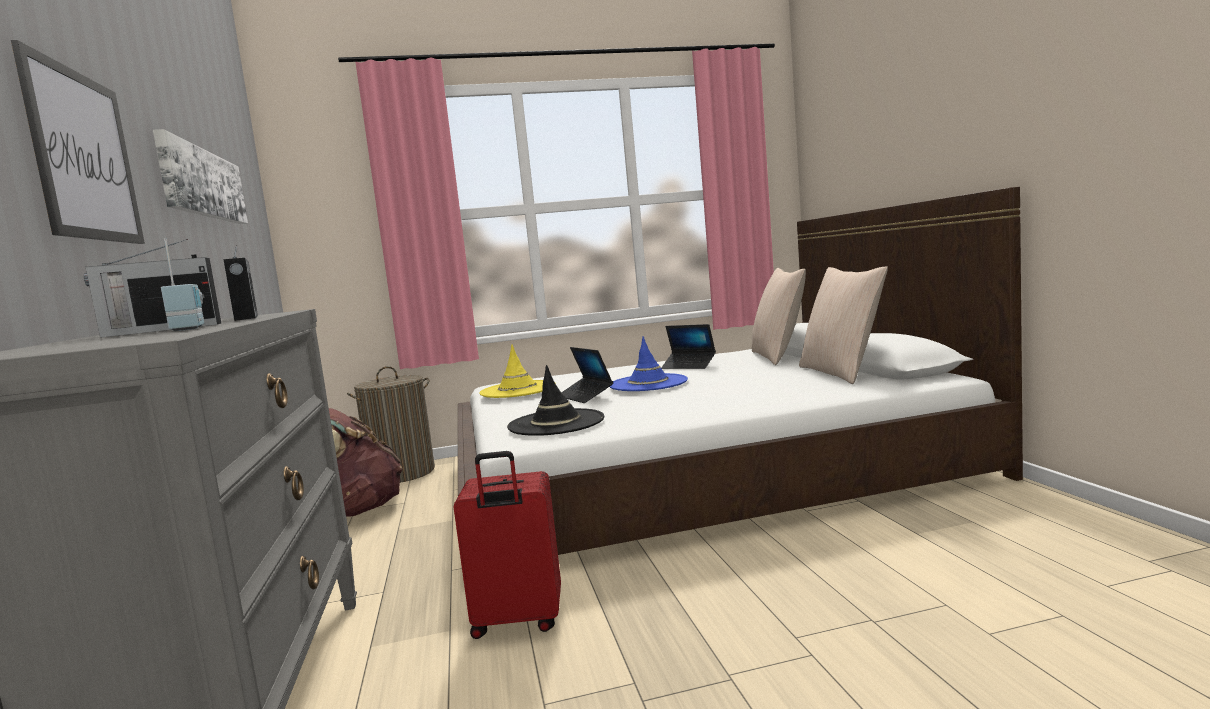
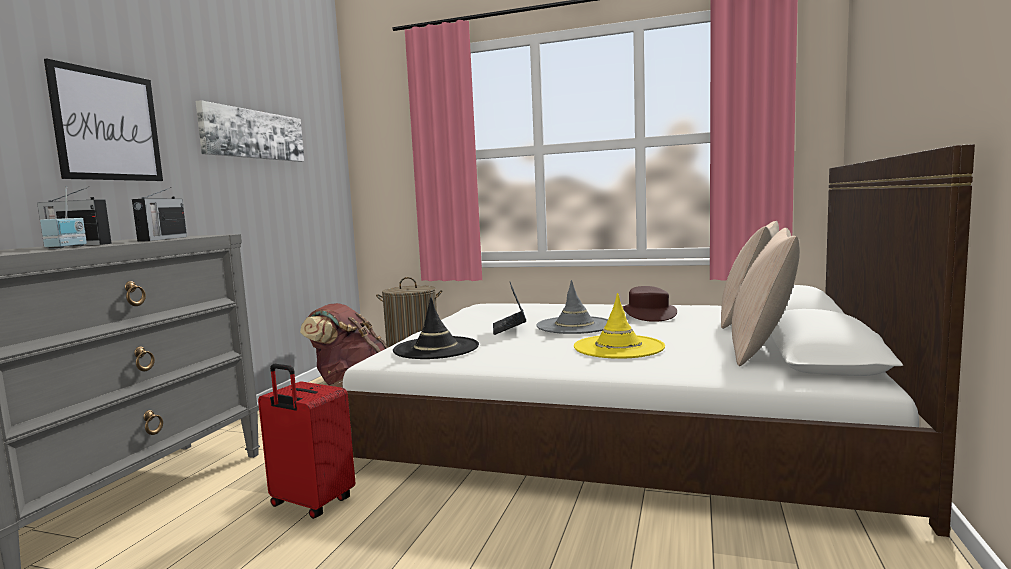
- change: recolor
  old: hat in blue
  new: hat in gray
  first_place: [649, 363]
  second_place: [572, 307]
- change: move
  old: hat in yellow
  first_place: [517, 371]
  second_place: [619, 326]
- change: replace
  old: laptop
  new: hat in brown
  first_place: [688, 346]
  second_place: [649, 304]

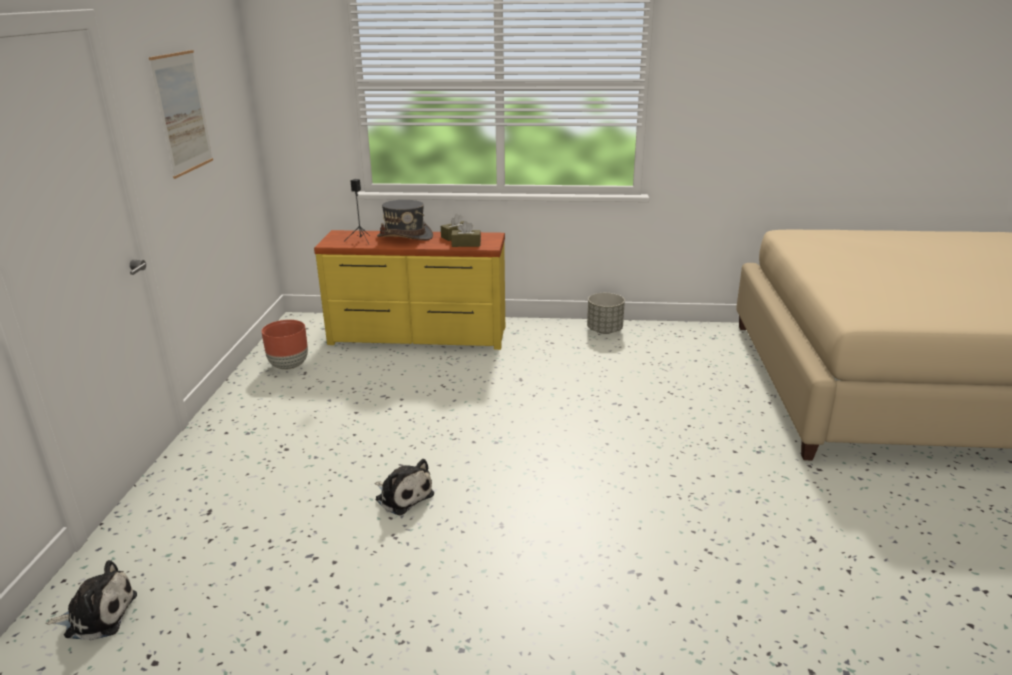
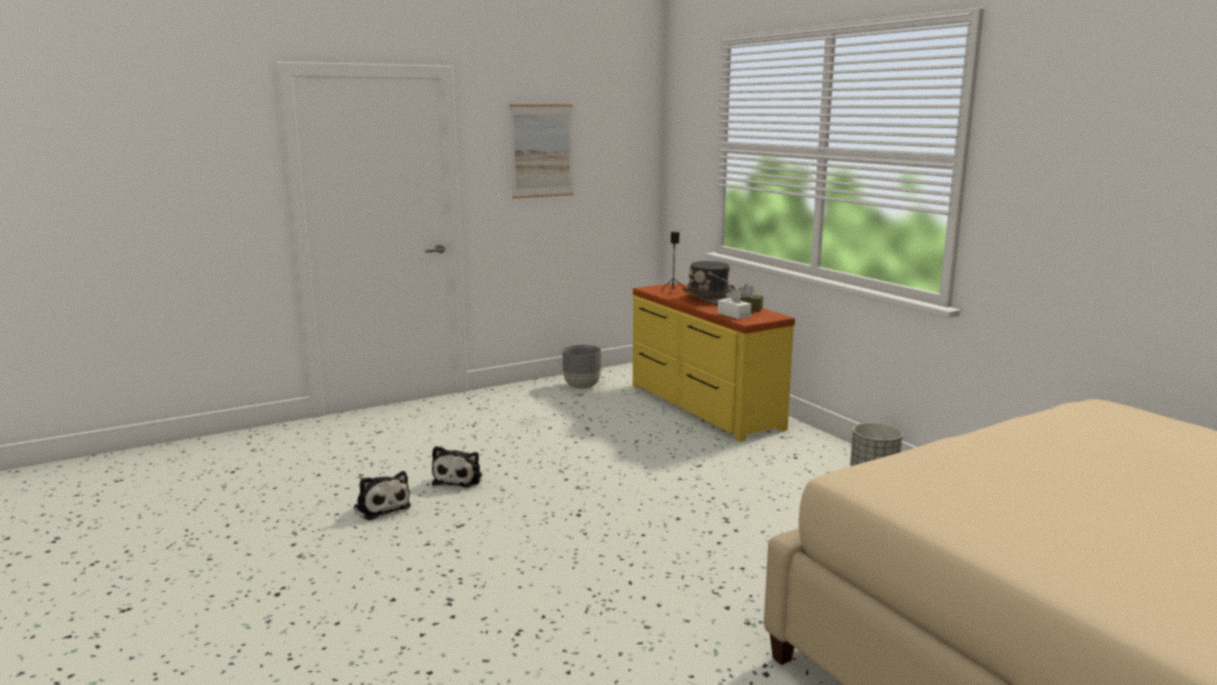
- change: move
  old: plush toy
  first_place: [91, 600]
  second_place: [382, 495]
- change: recolor
  old: plant pot in brown
  new: plant pot in gray
  first_place: [284, 345]
  second_place: [581, 367]
- change: recolor
  old: box of tissues in brown
  new: box of tissues in white
  first_place: [466, 234]
  second_place: [734, 304]

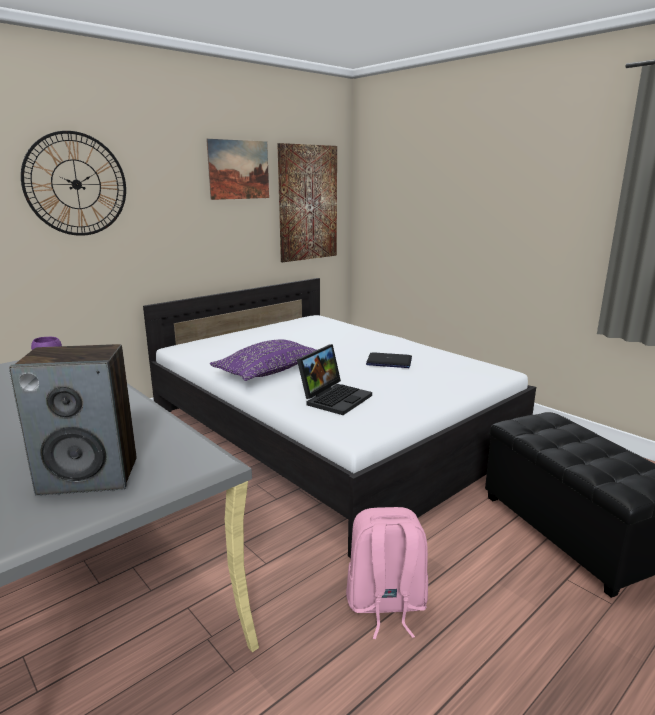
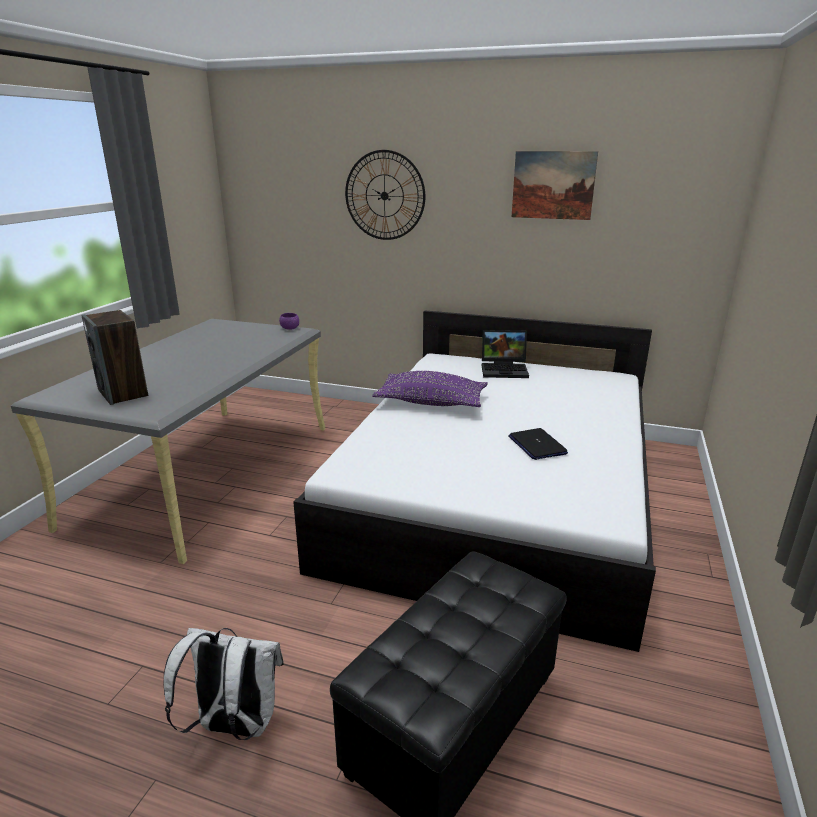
- change: insert
  new: backpack in white
  second_place: [223, 684]
- change: move
  old: laptop
  first_place: [334, 379]
  second_place: [505, 354]
- change: delete
  old: wall picture
  first_place: [307, 202]
- change: delete
  old: backpack in pink
  first_place: [387, 573]

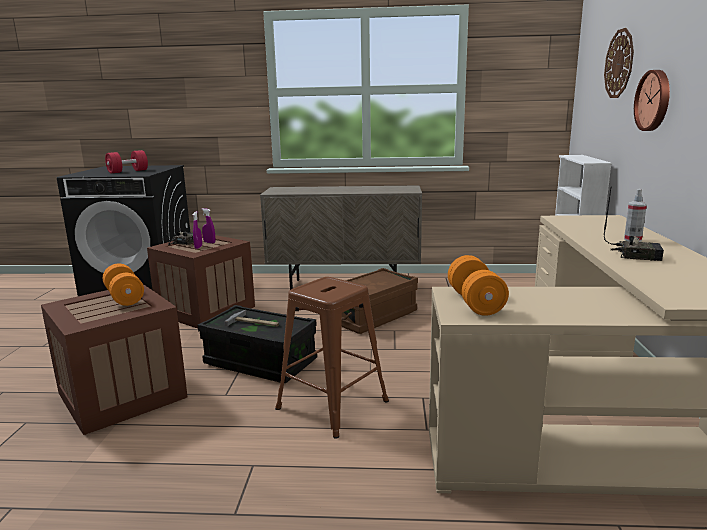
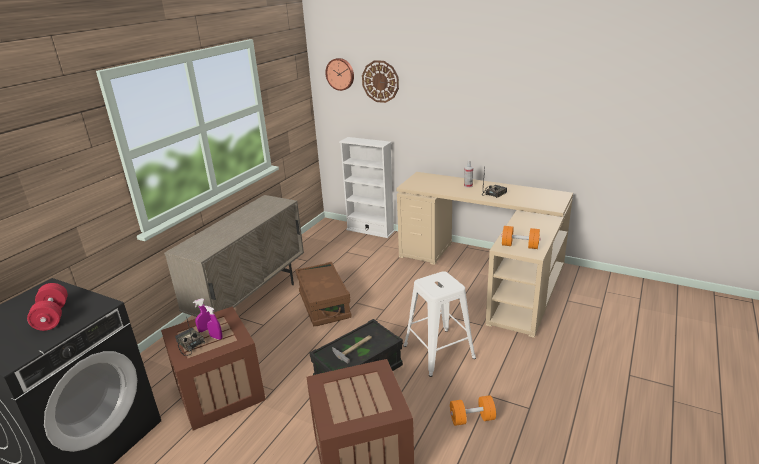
- change: move
  old: clock on the wall
  first_place: [652, 100]
  second_place: [339, 74]
- change: recolor
  old: stool in brown
  new: stool in white
  first_place: [332, 358]
  second_place: [439, 324]
- change: move
  old: dumbbell in orangey
  first_place: [123, 284]
  second_place: [473, 410]

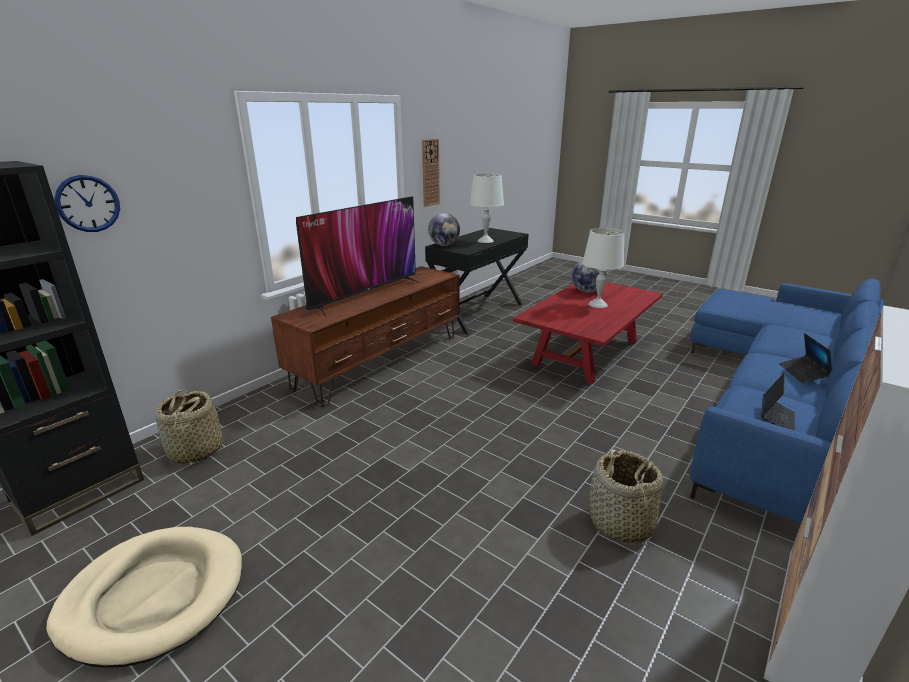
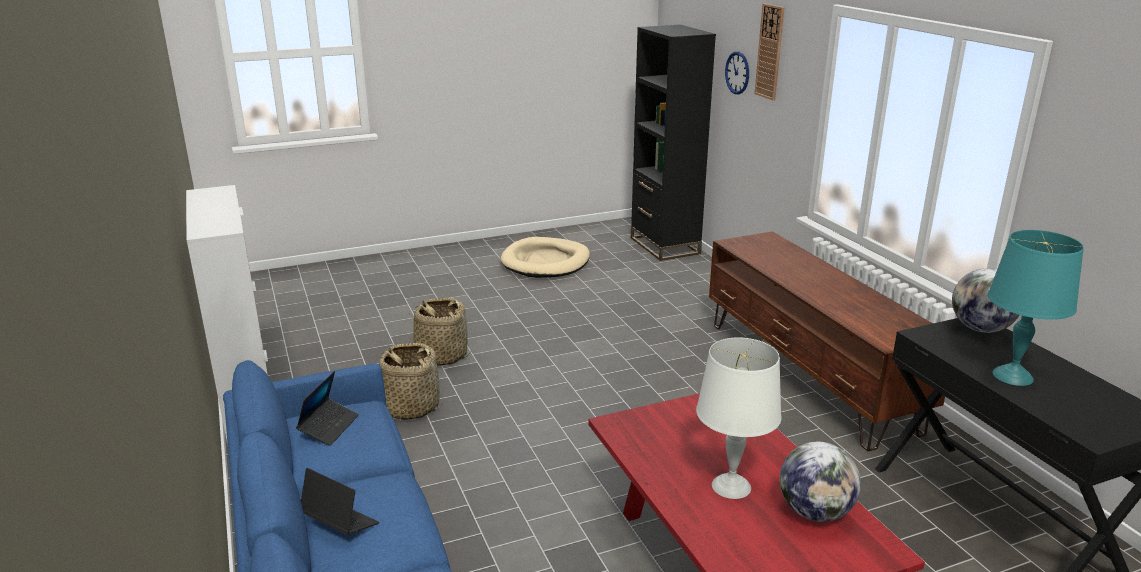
- change: rotate
  old: laptop
  first_place: [778, 402]
  second_place: [327, 408]
  degrees: -135
- change: move
  old: storage basket
  first_place: [189, 426]
  second_place: [438, 332]
- change: move
  old: clock on the wall
  first_place: [431, 173]
  second_place: [769, 52]
- change: recolor
  old: lamp for a table in white
  new: lamp for a table in blue-green
  first_place: [487, 208]
  second_place: [1036, 308]
- change: delete
  old: TV set
  first_place: [357, 257]

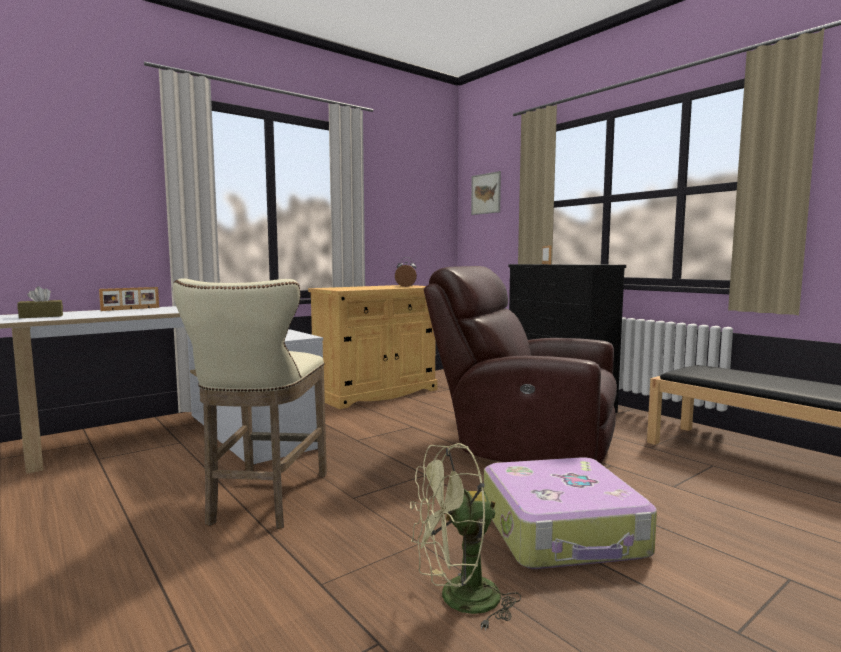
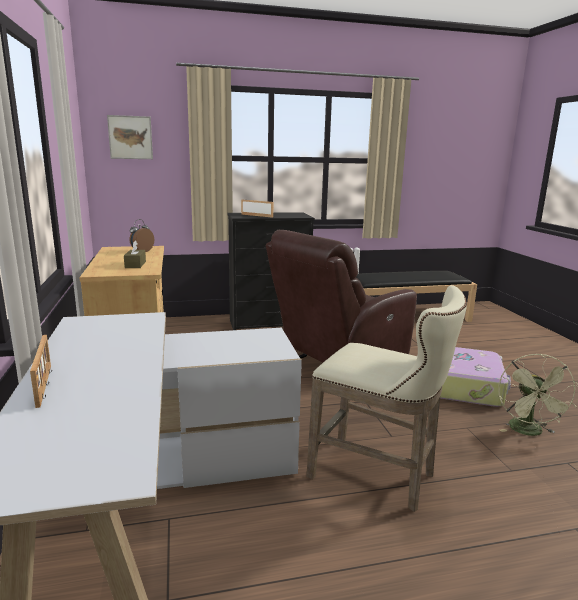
- change: move
  old: box of tissues in brown
  first_place: [40, 302]
  second_place: [135, 254]

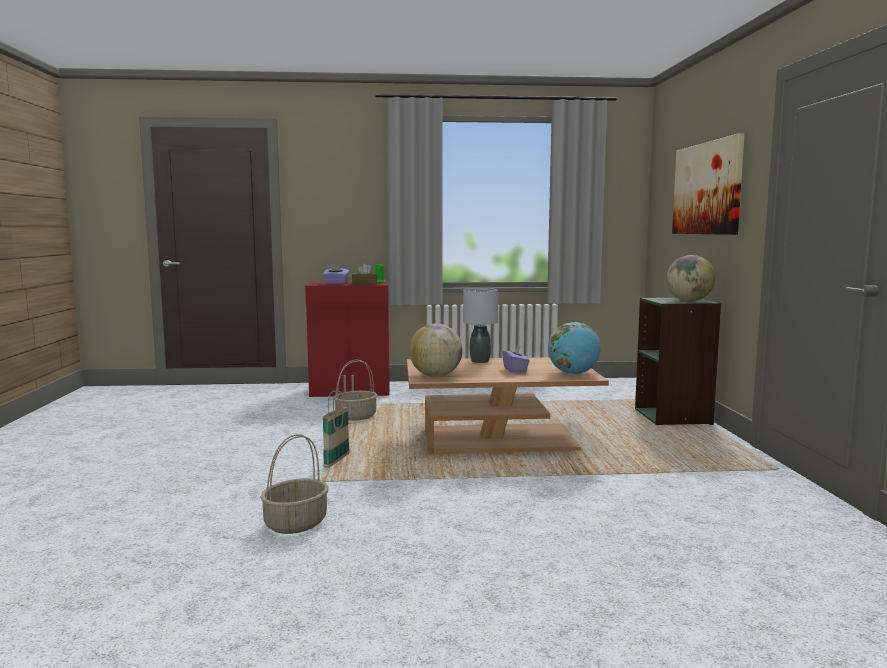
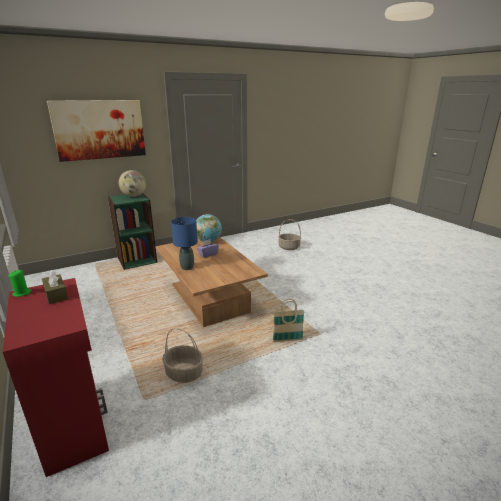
- change: recolor
  old: lamp for a table in gray
  new: lamp for a table in blue
  first_place: [480, 325]
  second_place: [184, 243]
- change: move
  old: storage basket
  first_place: [294, 484]
  second_place: [289, 234]
- change: delete
  old: box of tissues in purple
  first_place: [336, 274]
- change: delete
  old: world globe
  first_place: [436, 350]

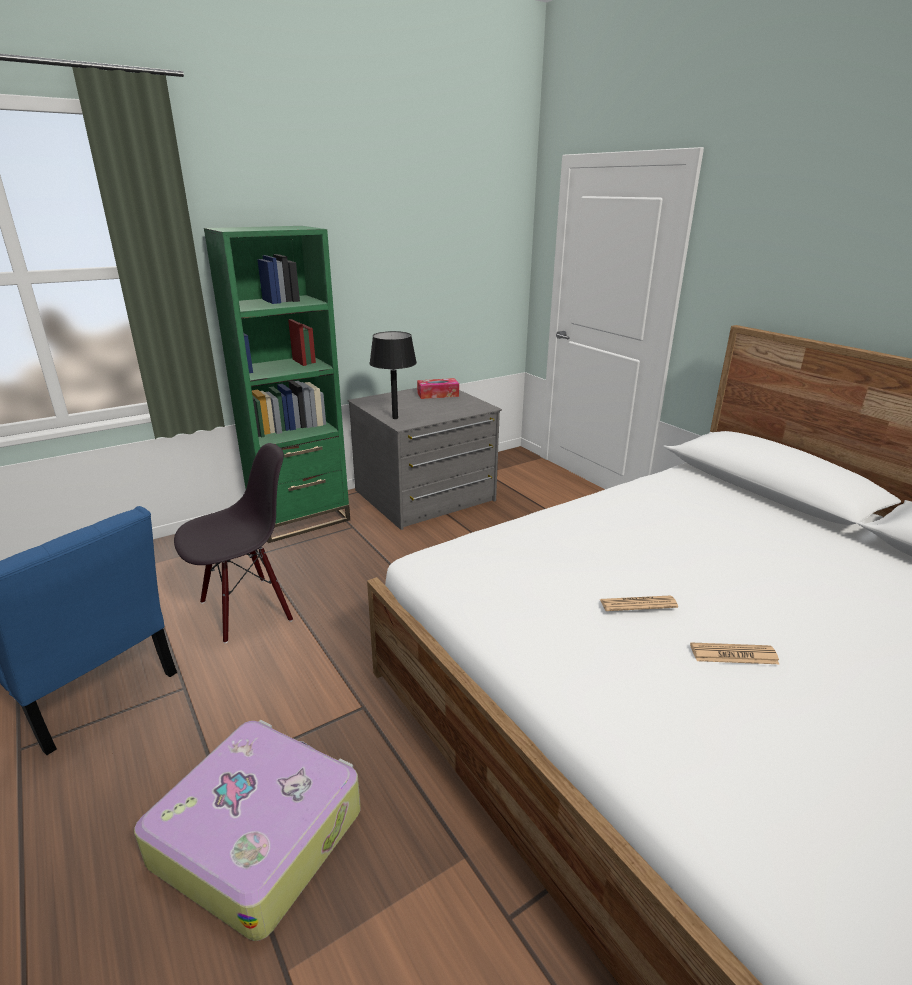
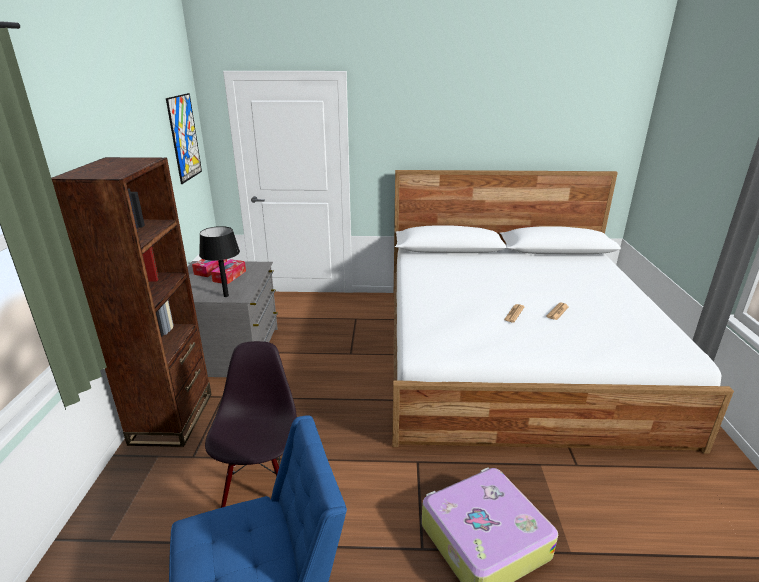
- change: recolor
  old: bookcase in green
  new: bookcase in brown
  first_place: [277, 384]
  second_place: [131, 302]
- change: insert
  new: wall picture
  second_place: [184, 138]
- change: insert
  new: box of tissues
  second_place: [228, 271]

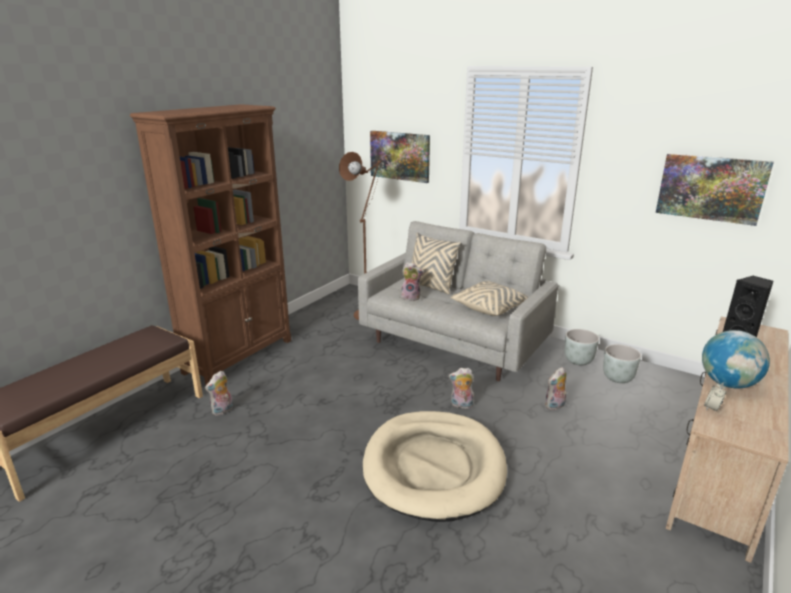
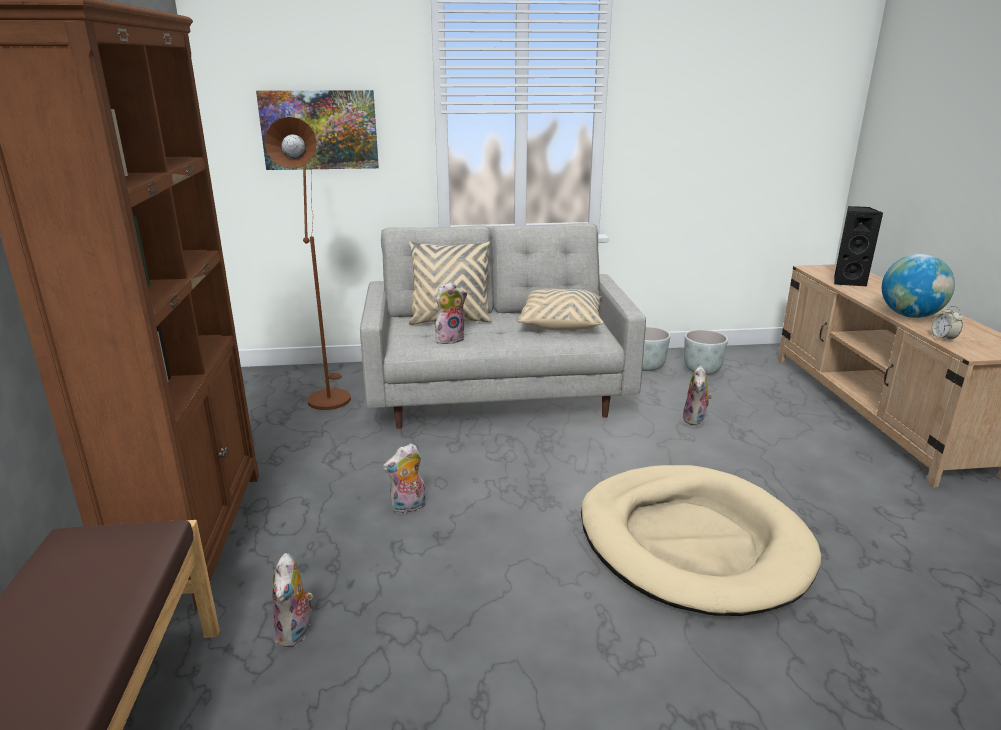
- change: move
  old: plush toy
  first_place: [461, 388]
  second_place: [404, 478]
- change: delete
  old: wall picture
  first_place: [715, 189]

